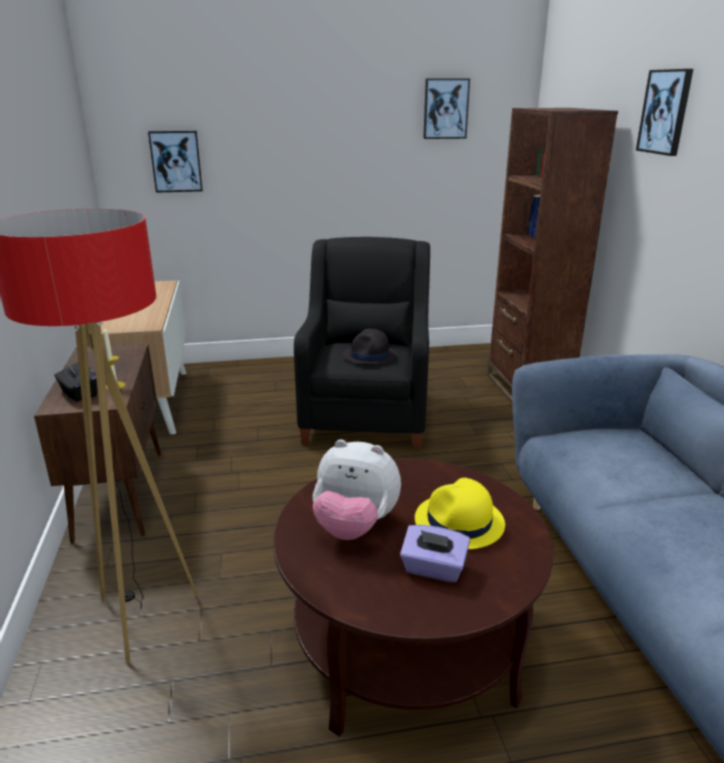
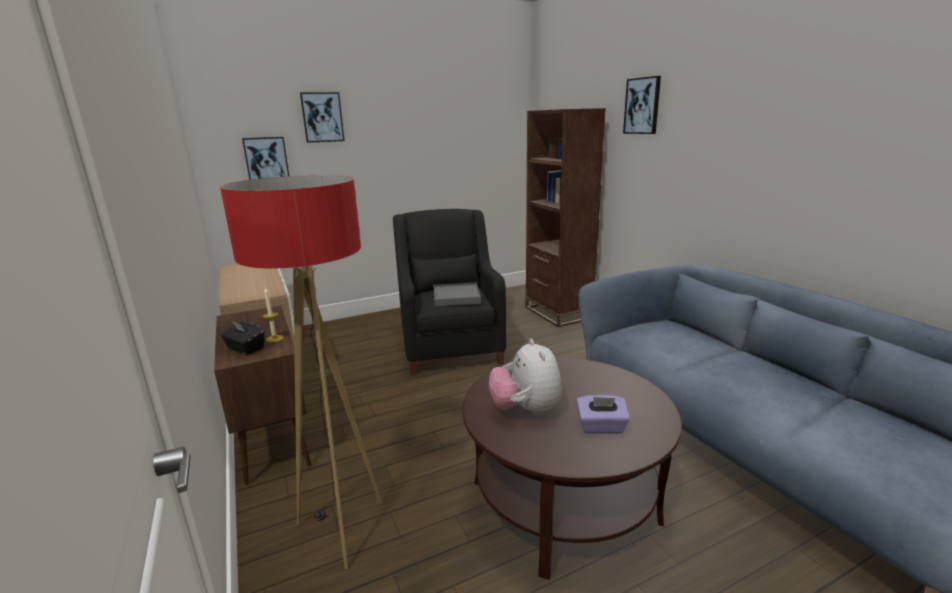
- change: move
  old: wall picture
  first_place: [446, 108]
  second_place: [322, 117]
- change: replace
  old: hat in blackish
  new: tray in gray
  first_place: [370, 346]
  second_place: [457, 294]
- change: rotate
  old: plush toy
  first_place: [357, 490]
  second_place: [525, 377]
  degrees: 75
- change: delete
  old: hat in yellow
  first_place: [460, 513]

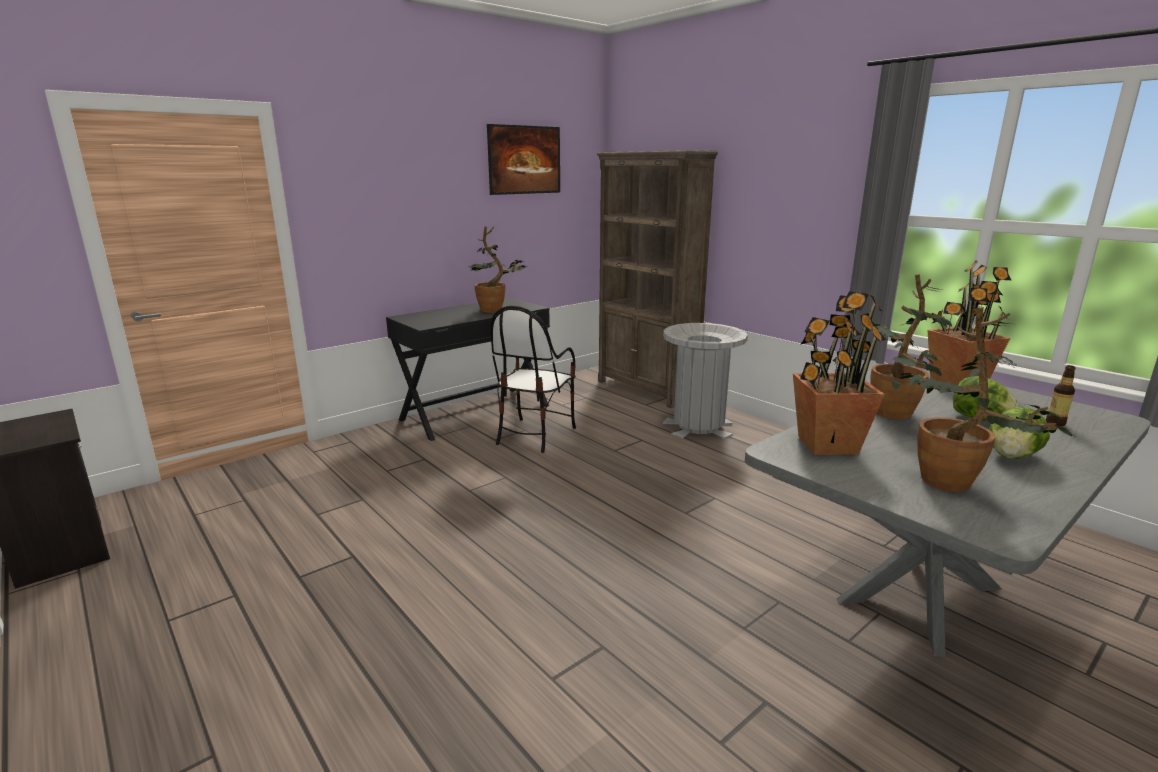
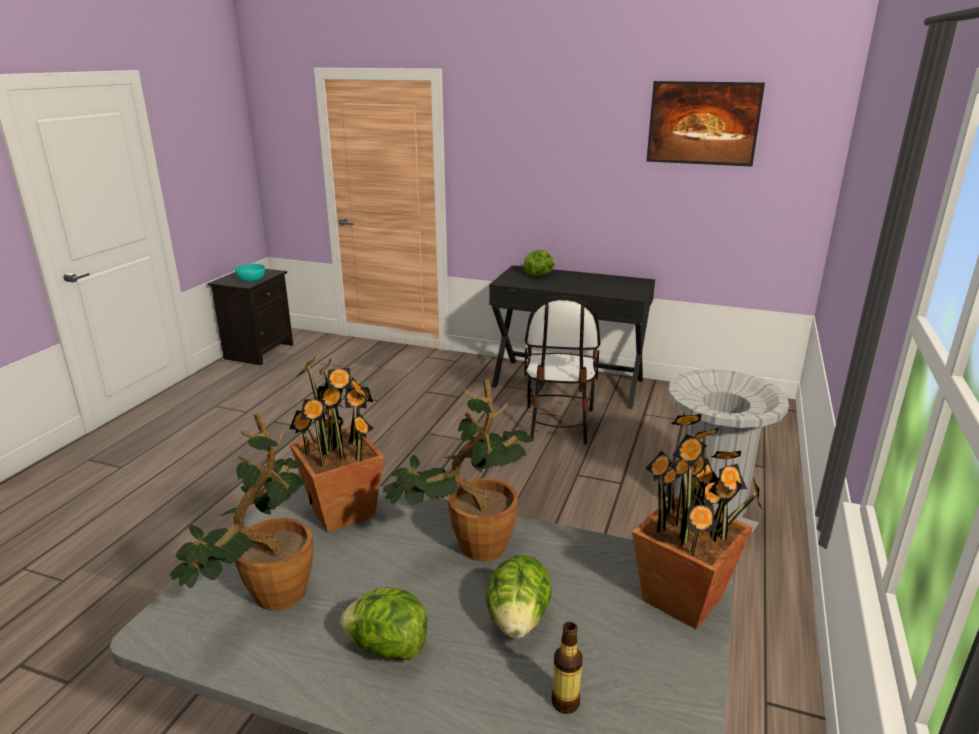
- change: insert
  new: bowl in blue-green
  second_place: [250, 273]
- change: insert
  new: lettuce head
  second_place: [539, 263]
- change: rotate
  old: plain chair
  first_place: [533, 379]
  second_place: [562, 370]
  degrees: -75
- change: delete
  old: plant in a pot
  first_place: [497, 269]
- change: delete
  old: bookcase in brown
  first_place: [657, 279]

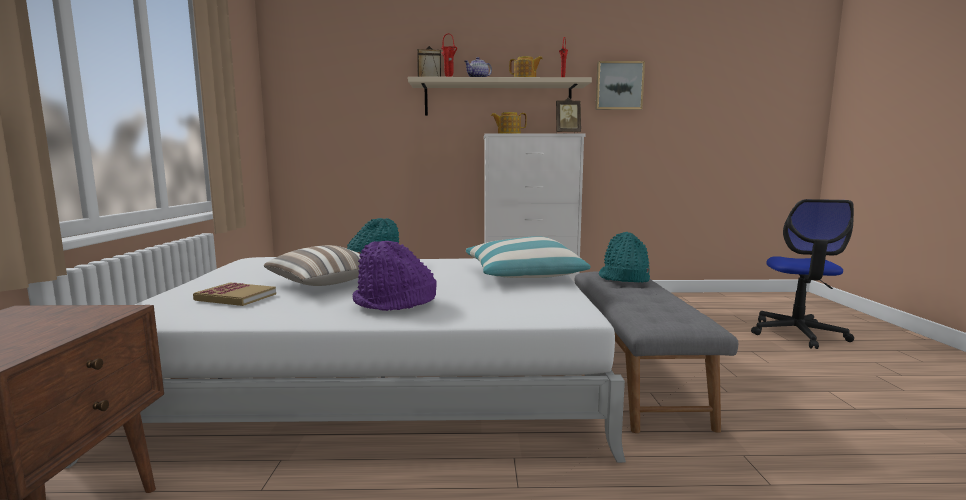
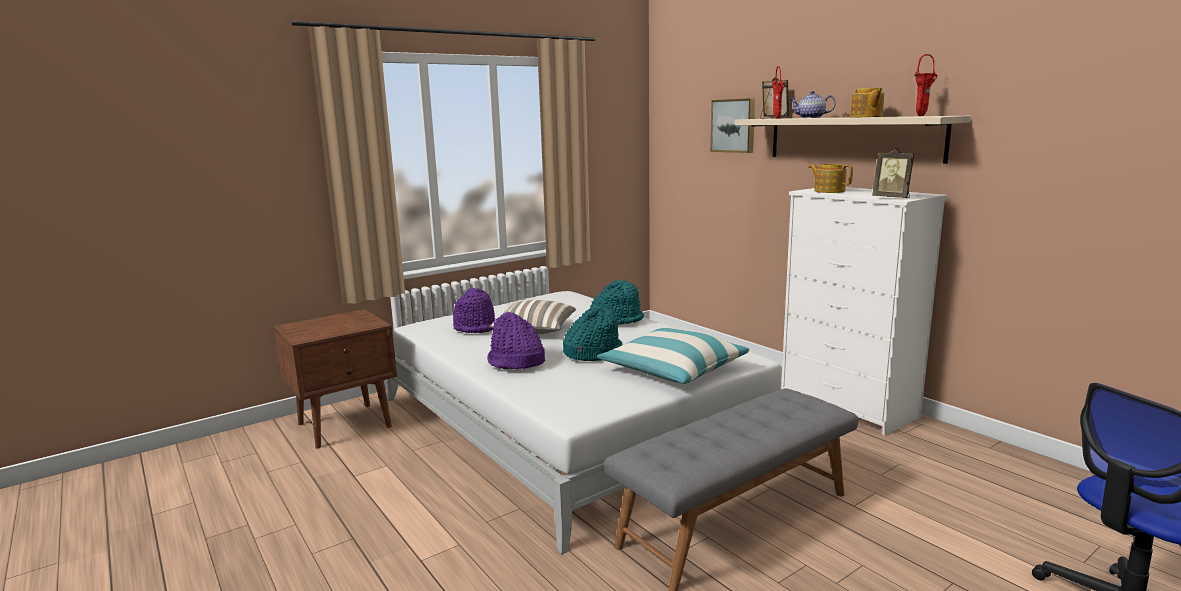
- change: replace
  old: volume
  new: hat in purple
  first_place: [234, 294]
  second_place: [474, 310]
- change: move
  old: hat in blue-green
  first_place: [624, 257]
  second_place: [592, 333]
- change: move
  old: wall picture
  first_place: [620, 85]
  second_place: [732, 125]

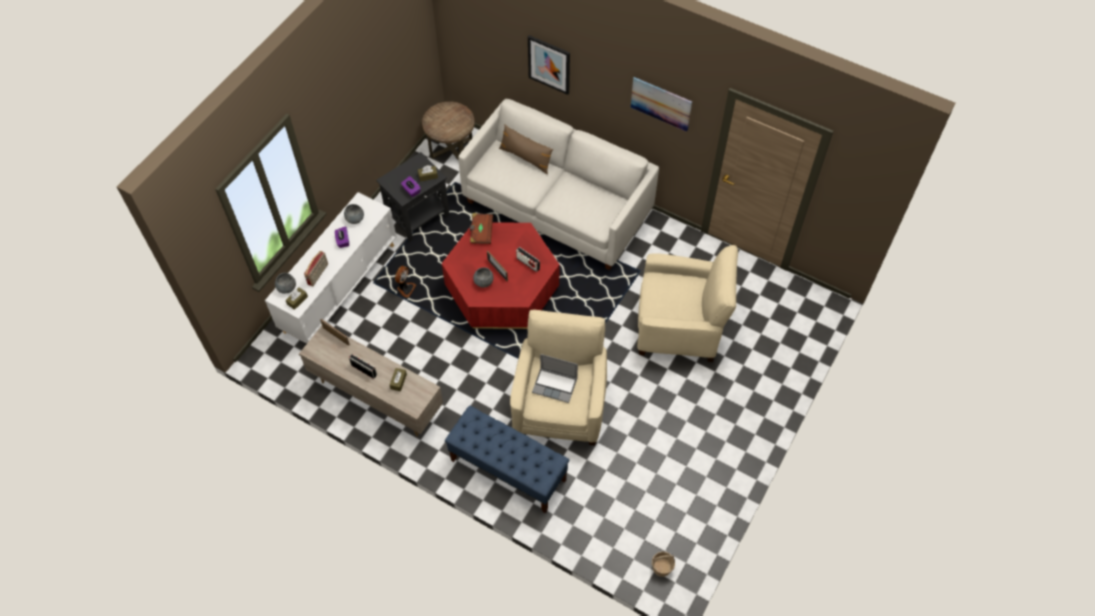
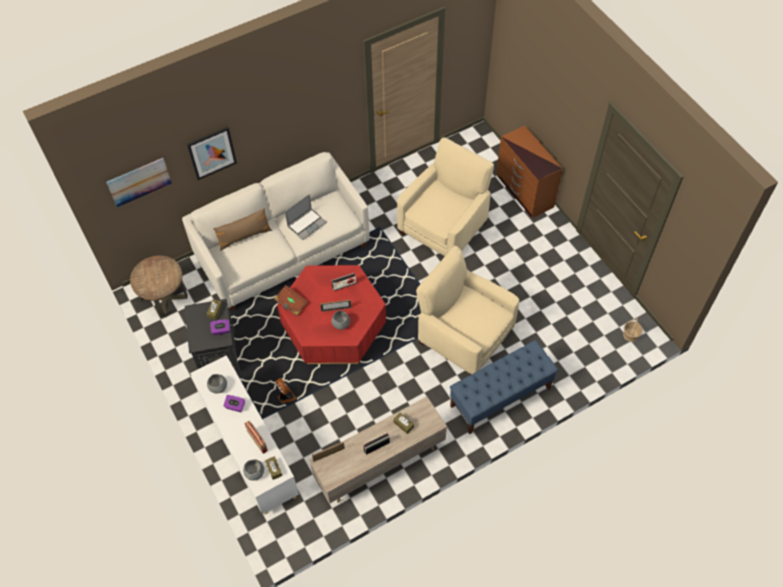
- change: move
  old: wall picture
  first_place: [661, 104]
  second_place: [139, 183]
- change: move
  old: laptop
  first_place: [555, 378]
  second_place: [306, 217]
- change: insert
  new: dresser in brown
  second_place: [530, 171]

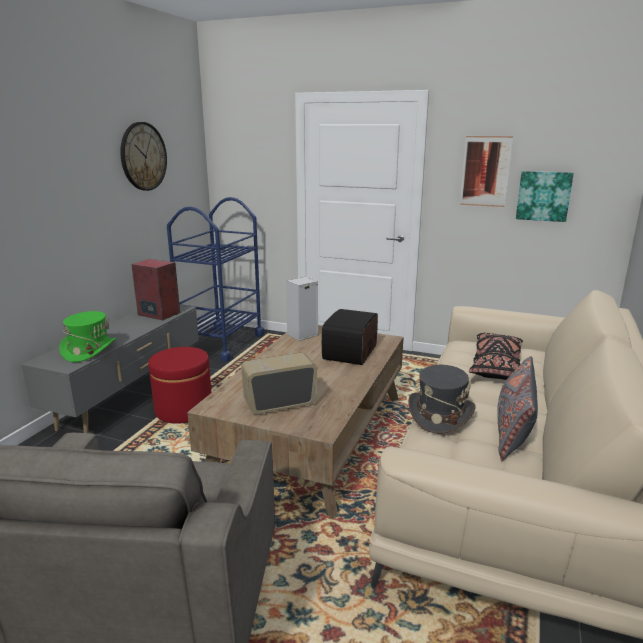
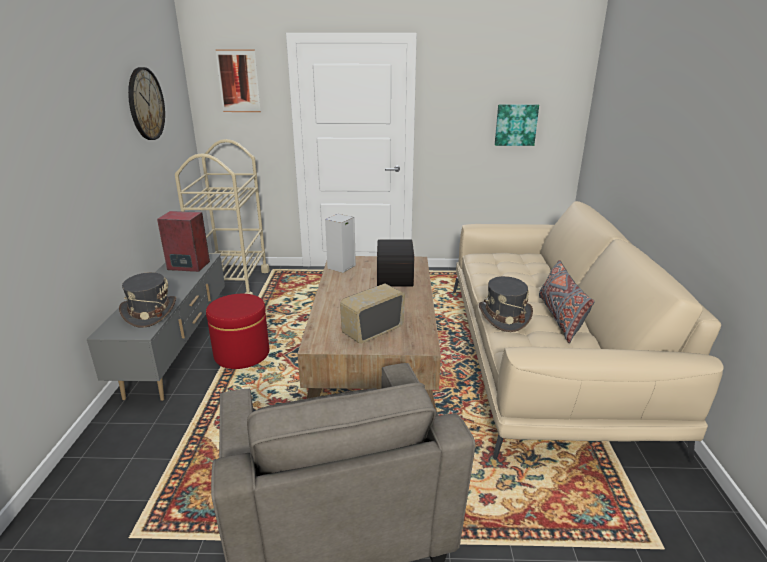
- change: recolor
  old: hat in green
  new: hat in gray
  first_place: [88, 336]
  second_place: [147, 300]
- change: recolor
  old: cart in blue
  new: cart in sand-coloured
  first_place: [215, 279]
  second_place: [222, 217]
- change: move
  old: wall picture
  first_place: [486, 171]
  second_place: [238, 80]
- change: delete
  old: throw pillow in blackish
  first_place: [496, 356]

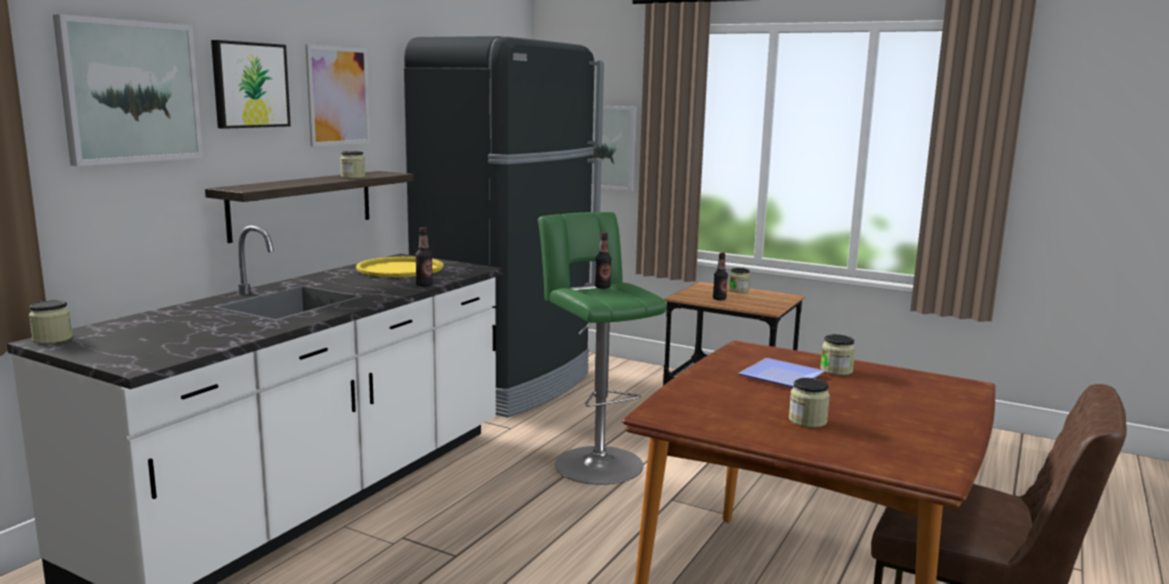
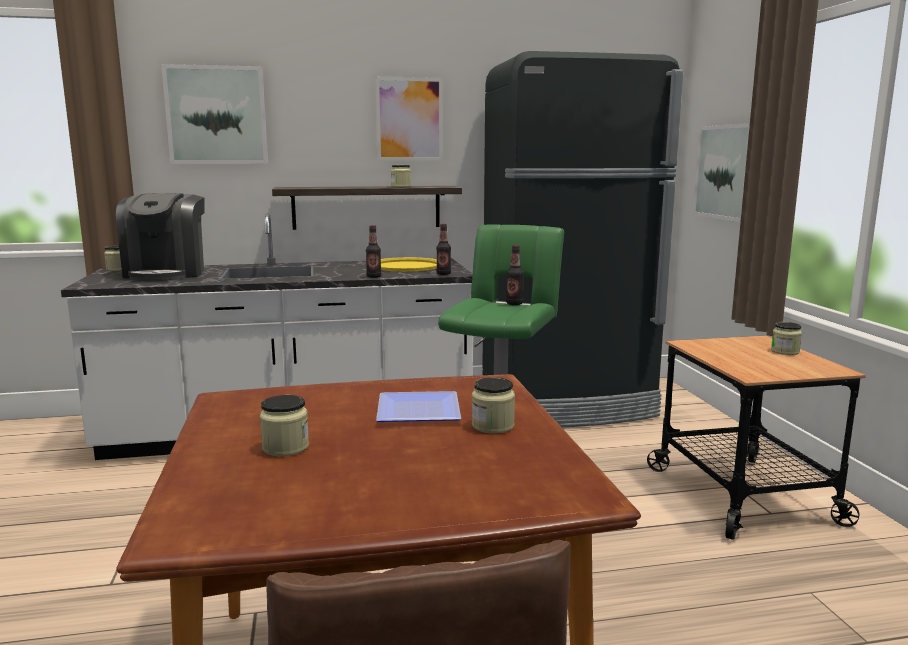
- change: insert
  new: coffee brewer
  second_place: [160, 237]
- change: move
  old: bottle
  first_place: [720, 276]
  second_place: [443, 249]
- change: delete
  old: wall picture
  first_place: [251, 84]

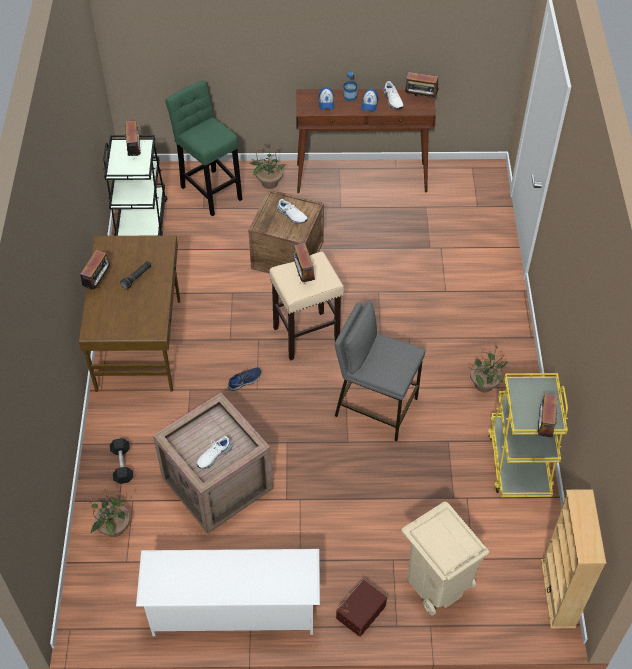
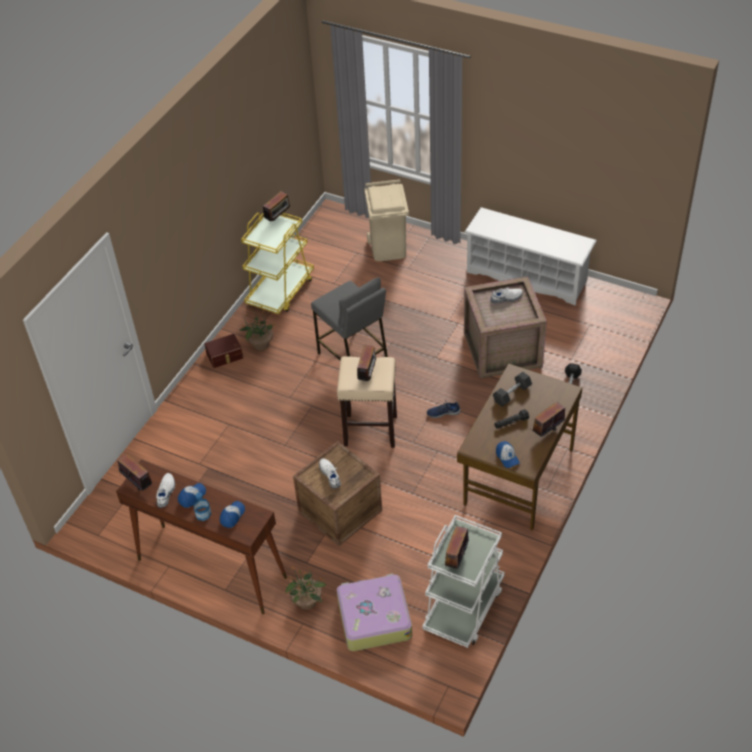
- change: move
  old: storage box in brown
  first_place: [361, 608]
  second_place: [223, 351]
- change: replace
  old: stool in green
  new: travel case
  first_place: [203, 148]
  second_place: [374, 612]
- change: recolor
  old: cart in blackish
  new: cart in white
  first_place: [135, 185]
  second_place: [463, 581]
- change: insert
  new: dumbbell in gray
  second_place: [512, 389]
- change: insert
  new: baseball cap
  second_place: [508, 454]
- change: delete
  old: plant in a pot
  first_place: [110, 513]
- change: delete
  old: bookcase in sand-coloured
  first_place: [573, 559]

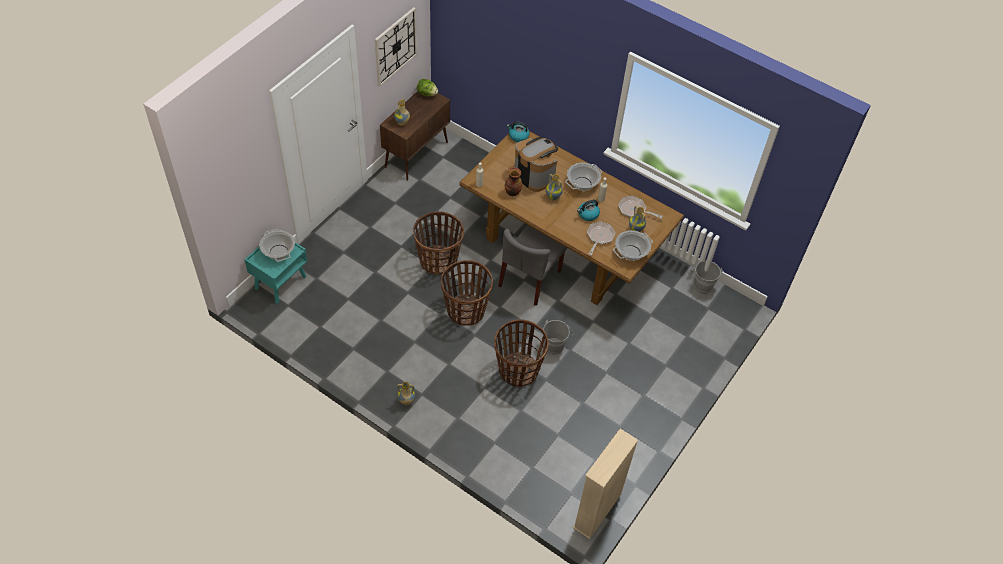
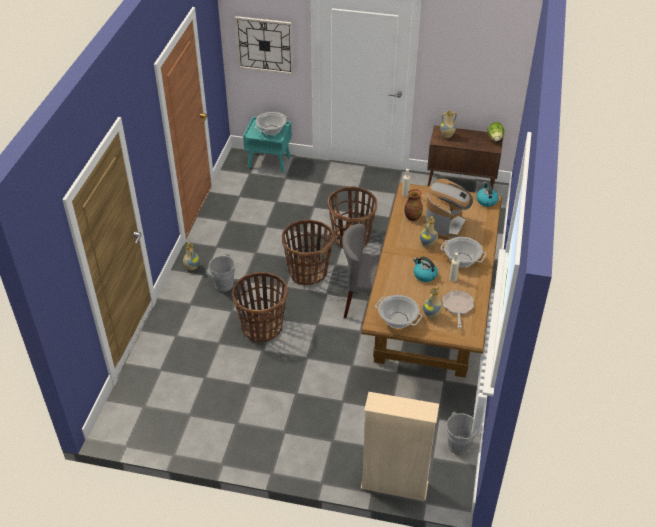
- change: move
  old: pail in gray
  first_place: [558, 337]
  second_place: [224, 272]
- change: move
  old: clock on the wall
  first_place: [396, 47]
  second_place: [264, 45]
- change: move
  old: bookcase in sand-coloured
  first_place: [605, 484]
  second_place: [400, 446]
- change: delete
  old: frying pan
  first_place: [601, 238]

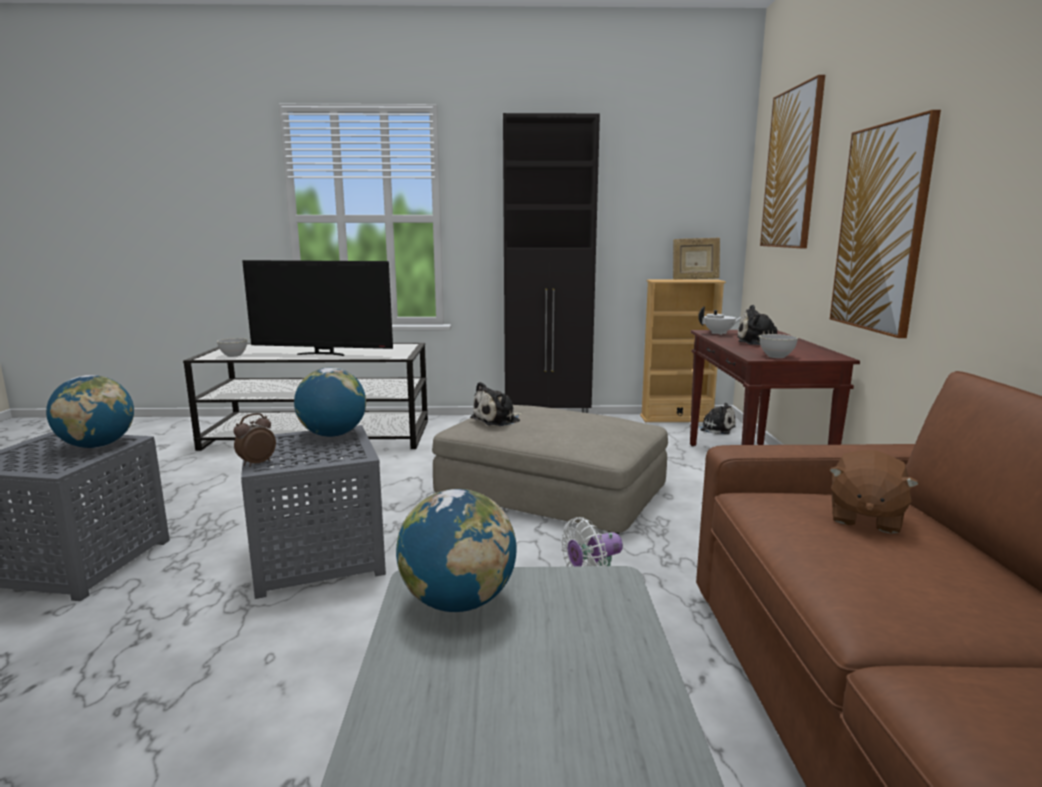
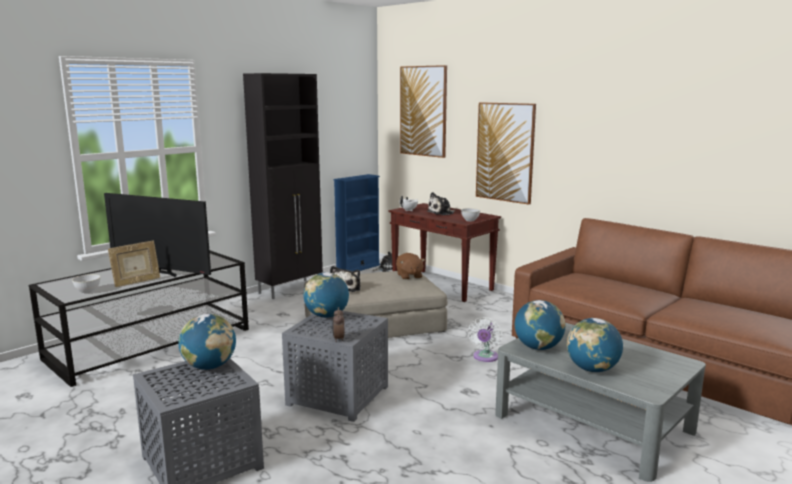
- change: rotate
  old: TV set
  first_place: [317, 308]
  second_place: [157, 235]
  degrees: 60
- change: move
  old: standing frame
  first_place: [696, 259]
  second_place: [134, 264]
- change: recolor
  old: bookcase in sand-coloured
  new: bookcase in blue
  first_place: [683, 350]
  second_place: [356, 222]
- change: move
  old: plush toy in brown
  first_place: [874, 492]
  second_place: [410, 266]
- change: insert
  new: world globe
  second_place: [595, 345]

